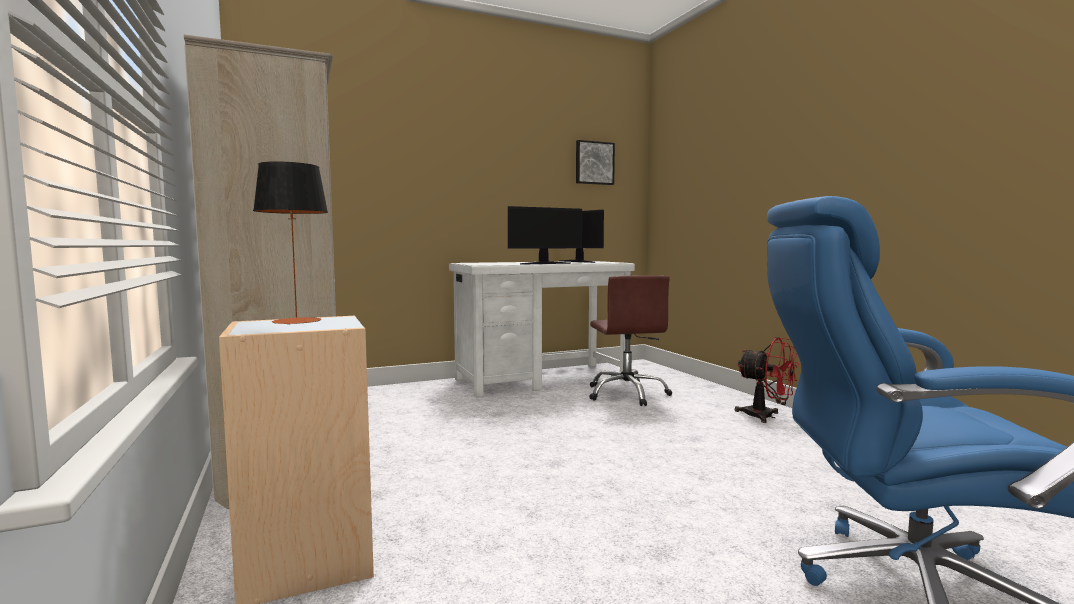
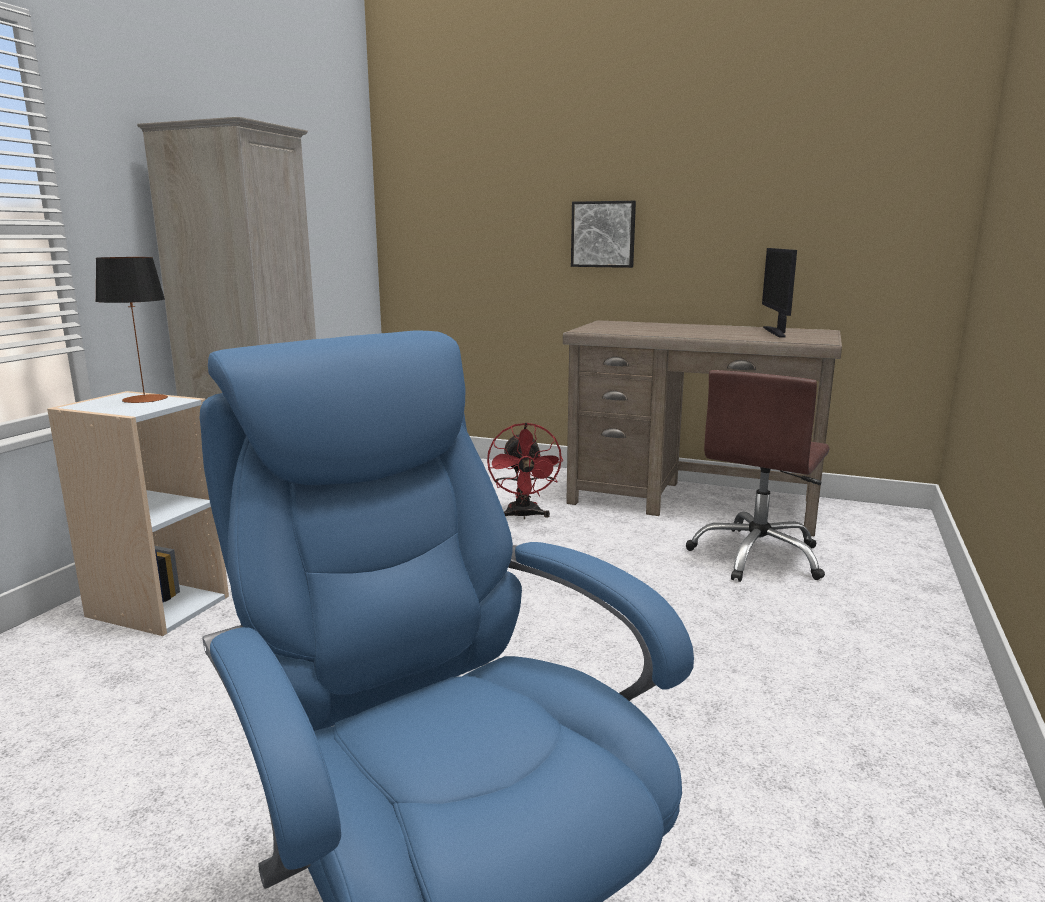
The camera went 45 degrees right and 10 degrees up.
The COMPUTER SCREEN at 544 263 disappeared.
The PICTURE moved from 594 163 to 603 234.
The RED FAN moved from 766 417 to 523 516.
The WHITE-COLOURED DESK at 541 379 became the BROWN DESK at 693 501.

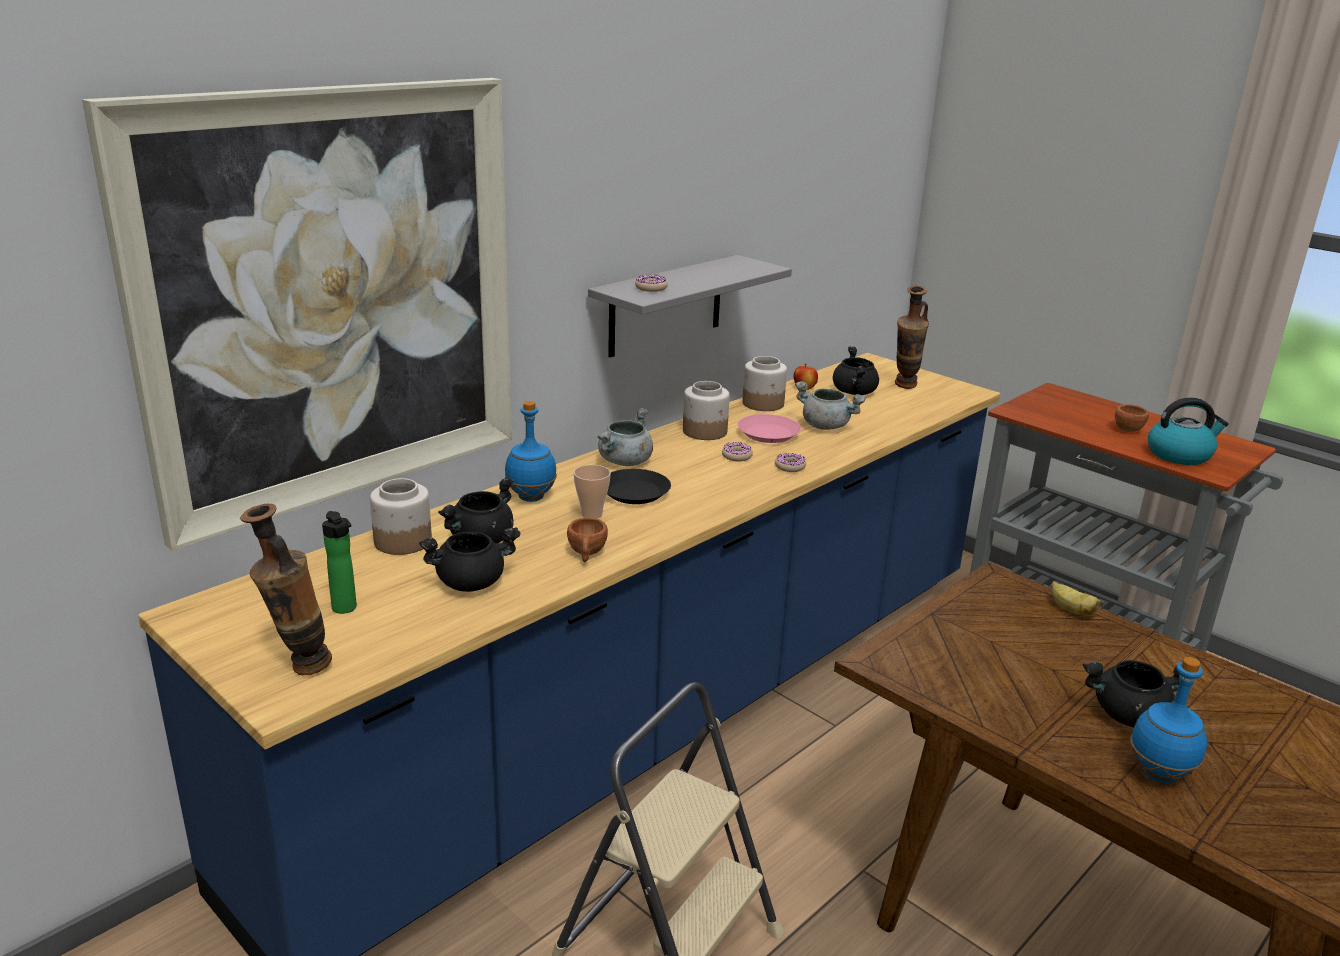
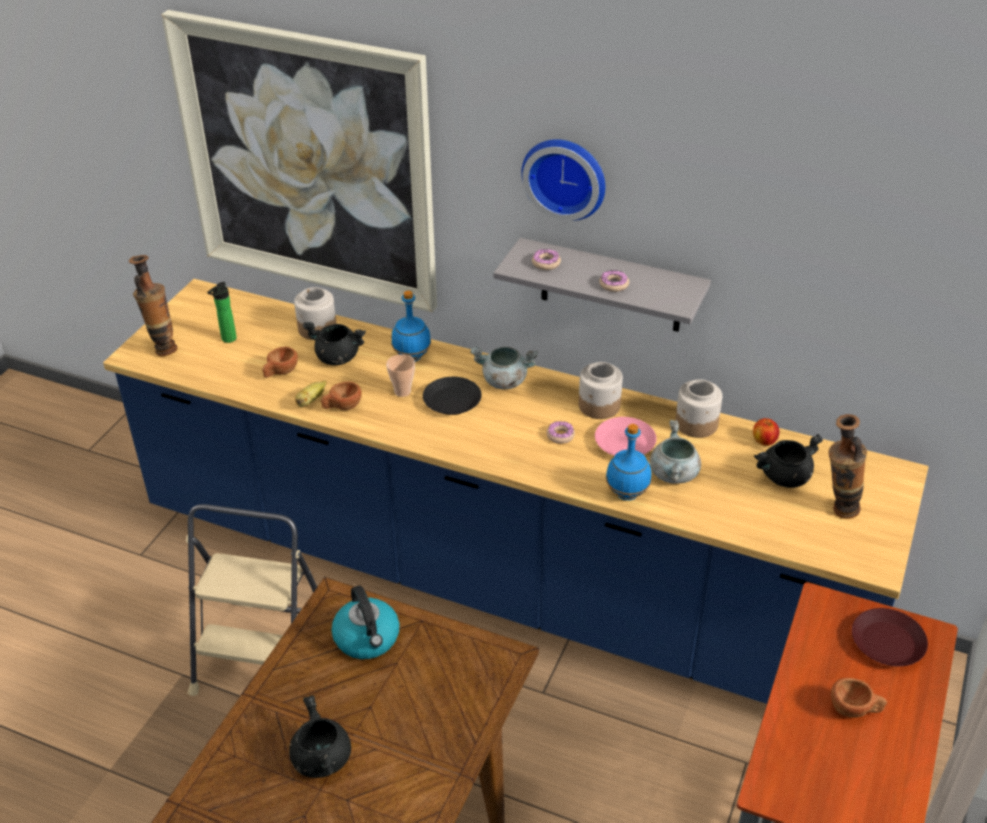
The camera went 70 degrees right and 15 degrees up.
The HANGING CLOCK at 566 176 appeared.
The BROWN DINNER PLATE at 887 642 appeared.
The DOUGHNUT moved from 790 467 to 614 285.
The WHOLE BANANA moved from 1070 610 to 311 401.
The BLUE-COLOURED BEVERAGE BOTTLE moved from 1158 773 to 627 493.
The WATER KETTLE moved from 1179 455 to 367 639.
The BLACKISH COOKING POT at 471 582 was replaced by the BROWN SMALL CUP at 280 372.

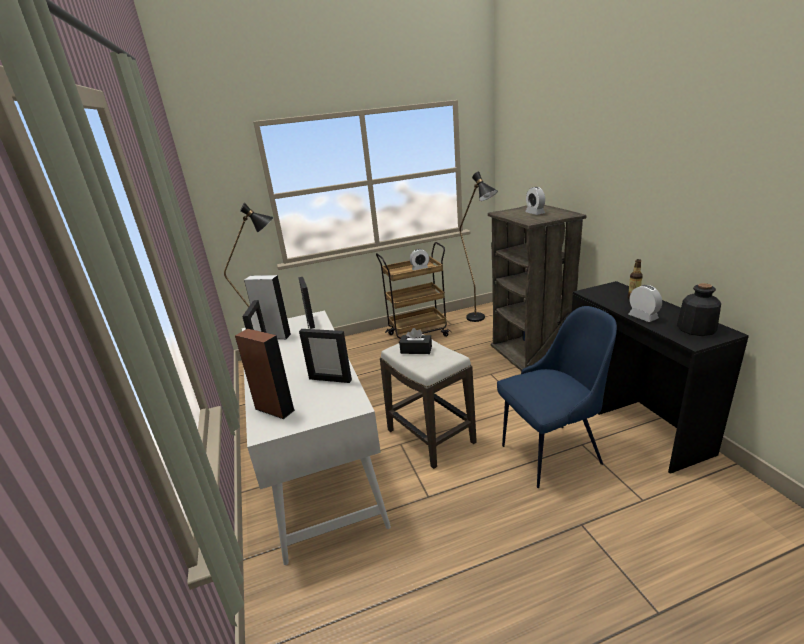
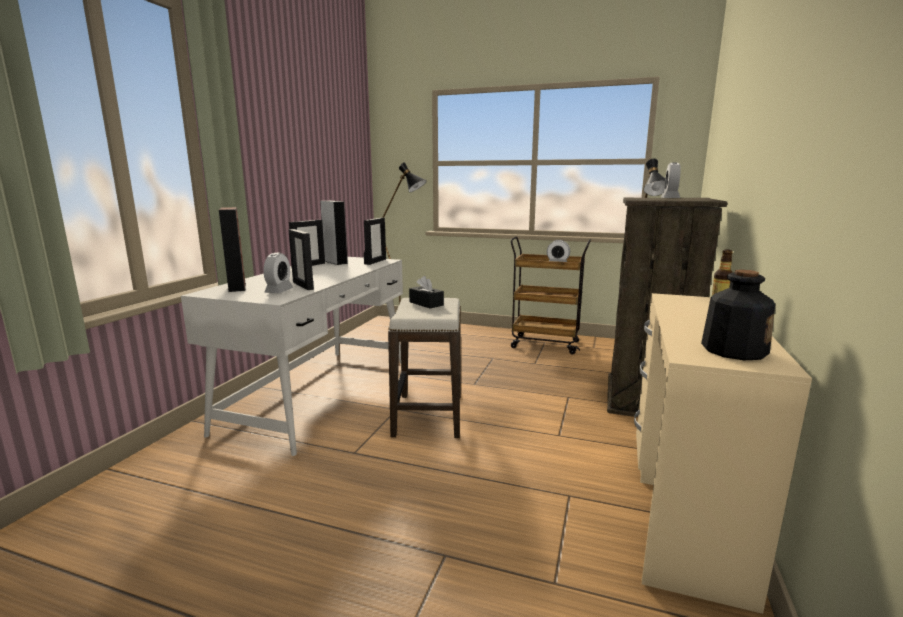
The camera went 35 degrees right and 10 degrees down.
The BLUE-COLOURED CHAIR at 551 454 disappeared.
The TABLE CLOCK moved from 643 317 to 279 291.
The BLACKISH DESK at 634 419 became the SAND-COLOURED DESK at 684 509.

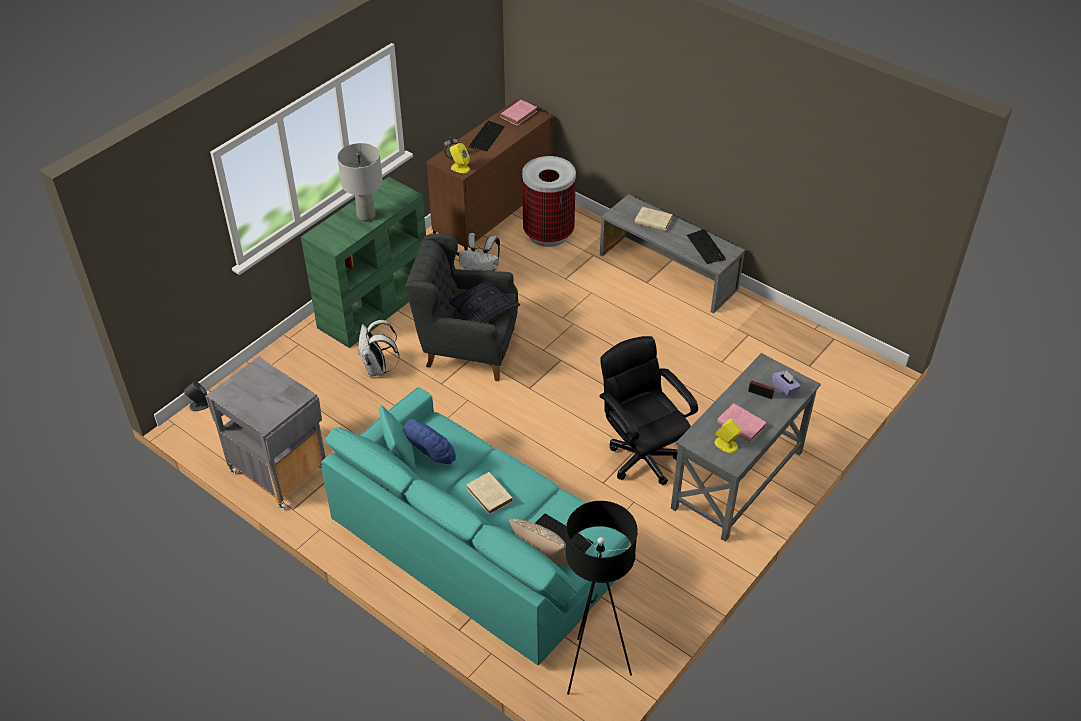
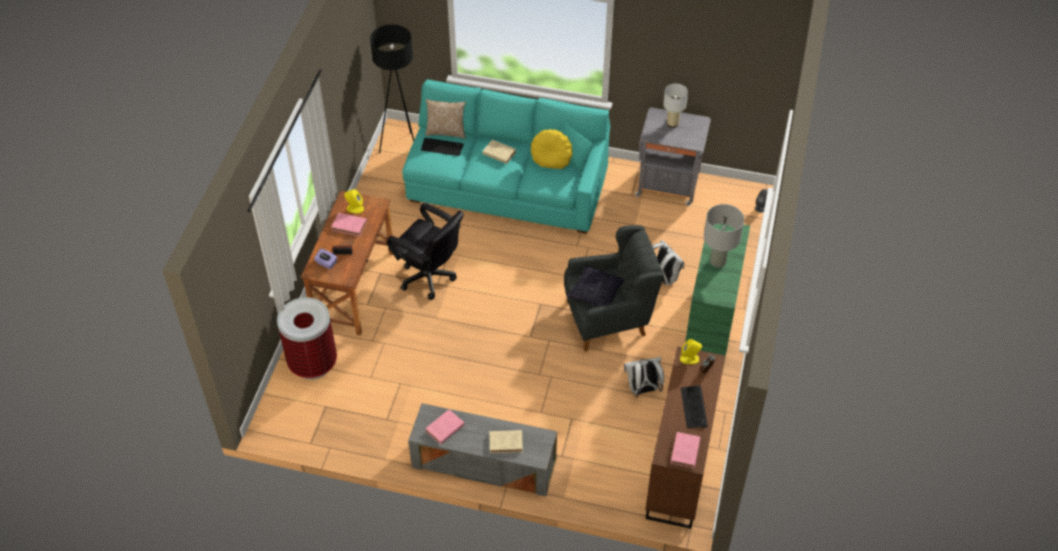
The camera went 155 degrees right and 5 degrees up.
The WHITE-COLOURED LAMP FOR A TABLE at 672 123 appeared.
The RUBBISH BIN moved from 548 233 to 312 363.
The KEYBOARD at 706 247 was replaced by the PINK BOUND BOOK at 444 429.
The BLUE-COLOURED THROW PILLOW at 430 459 became the YELLOW-COLOURED THROW PILLOW at 551 163.
The GREYISH DESK at 738 480 became the BROWN DESK at 354 288.

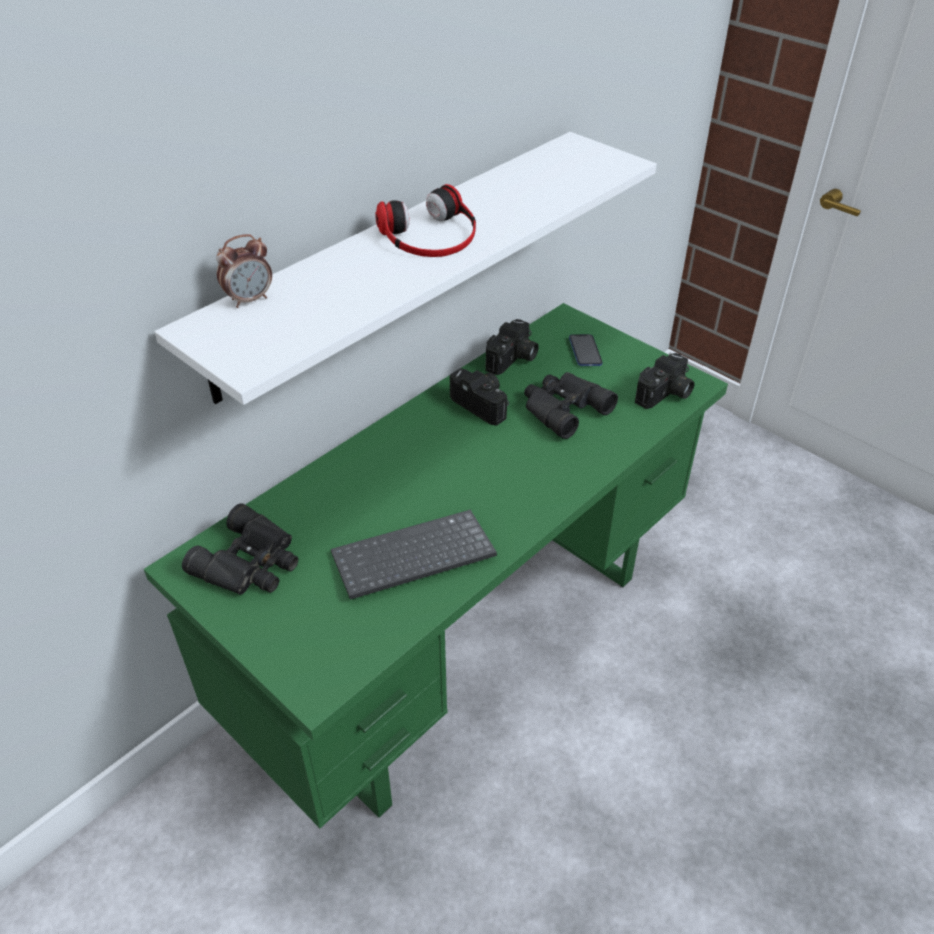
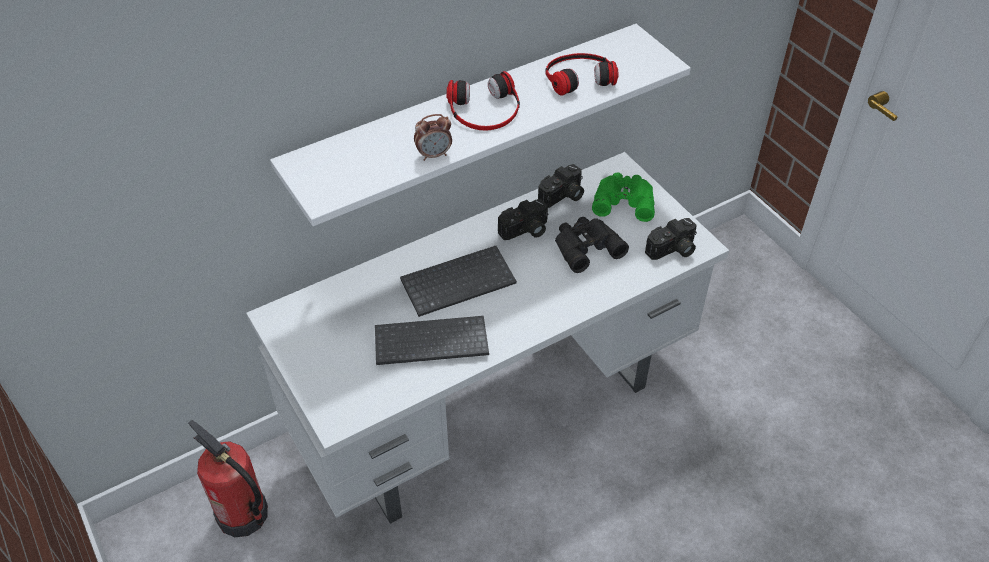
The camera went 15 degrees right and 5 degrees up.
The BLACKISH PAIR OF BINOCULARS at 251 563 disappeared.
The FIRE EXTINGUISHER at 243 515 appeared.
The KEYBOARD at 459 281 appeared.
The PAIR OF HEADPHONES at 578 76 appeared.
The TABLE CLOCK moved from 249 299 to 434 155.
The HANDSET at 585 351 was replaced by the GREEN PAIR OF BINOCULARS at 624 200.
The GREEN DESK at 466 642 became the WHITE-COLOURED DESK at 494 409.
The PHOTO CAMERA at 483 404 turned 90 degrees clockwise.

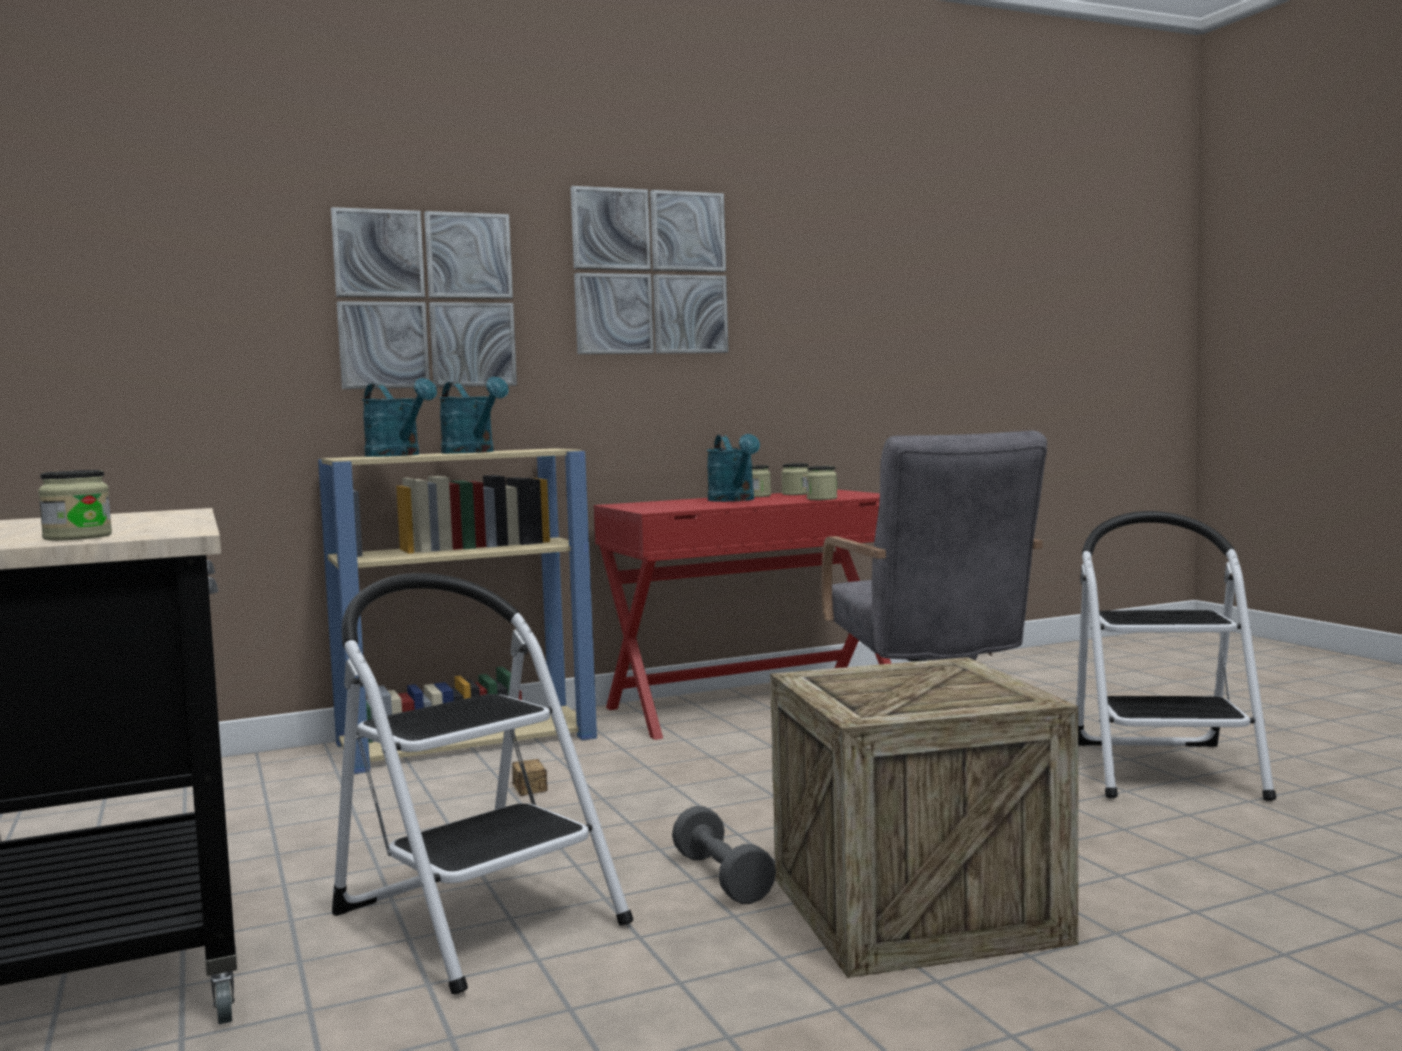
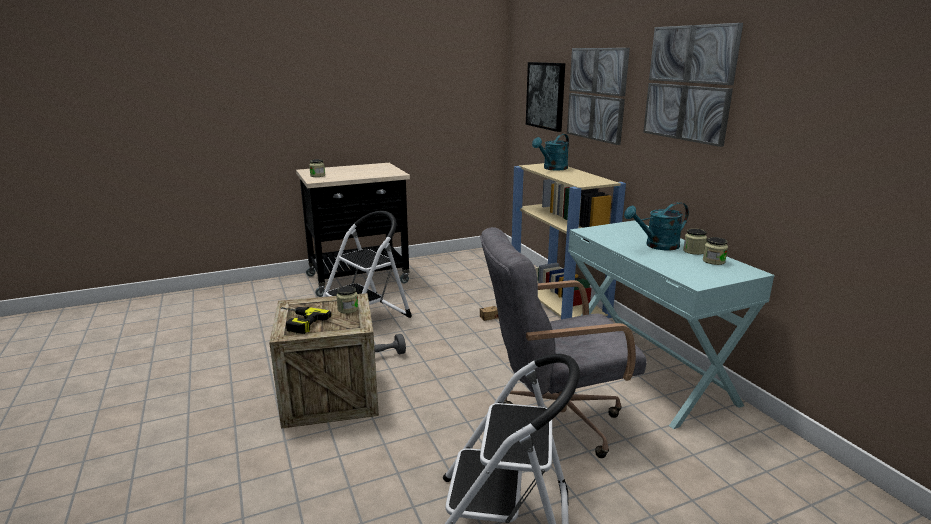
The camera went 90 degrees right and 15 degrees up.
The BLUE-GREEN WATERING CAN at 473 452 disappeared.
The POWER DRILL at 297 322 appeared.
The PICTURE at 546 95 appeared.
The JAR moved from 822 499 to 348 309.
The RED DESK at 754 704 became the BLUE-GREEN DESK at 645 370.

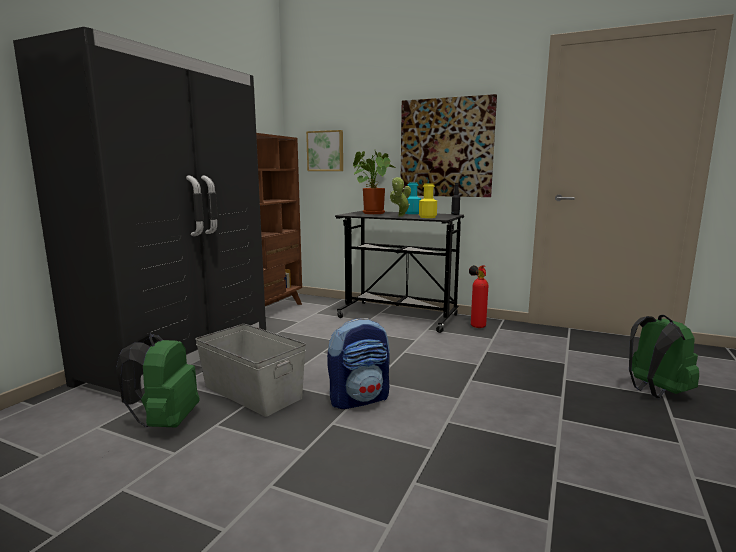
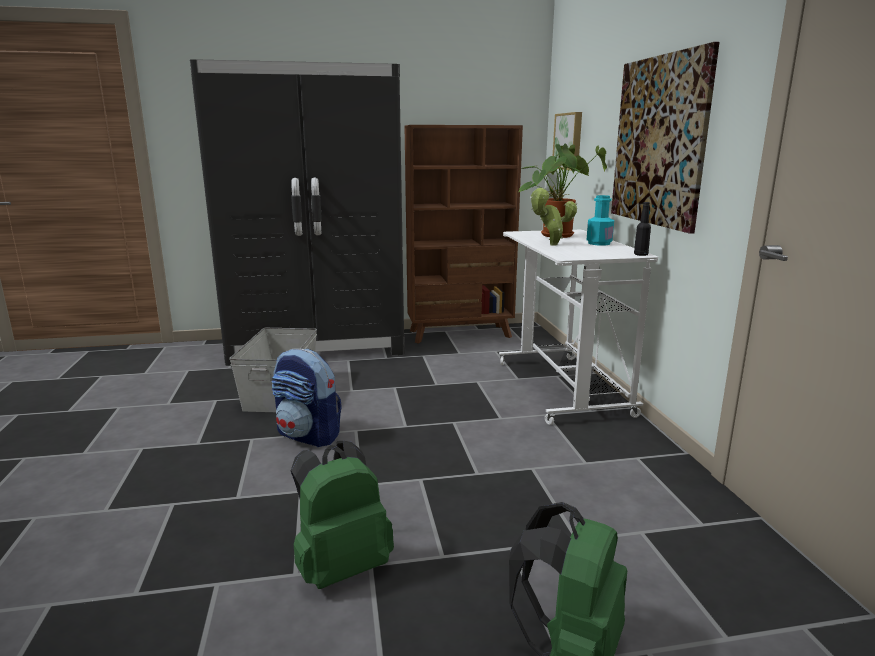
The camera went 55 degrees right and 5 degrees up.
The YELLOW-COLOURED BEVERAGE BOTTLE at 427 217 disappeared.
The FIRE EXTINGUISHER at 476 326 disappeared.
The GREEN BACKPACK moved from 166 422 to 341 566.
The BLACKISH DESK at 398 316 became the WHITE-COLOURED DESK at 562 388.

